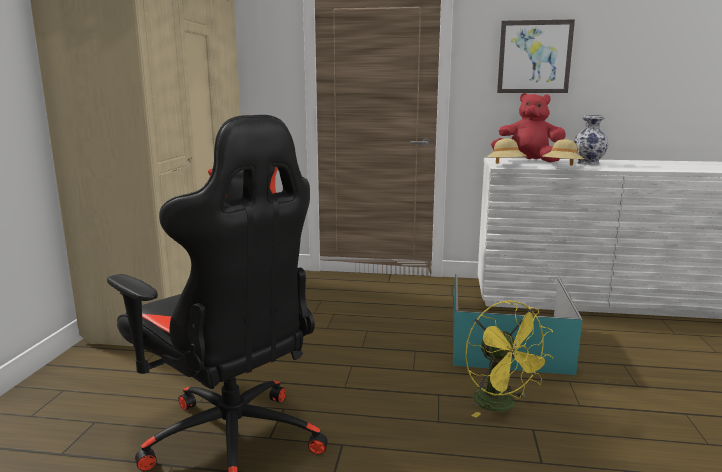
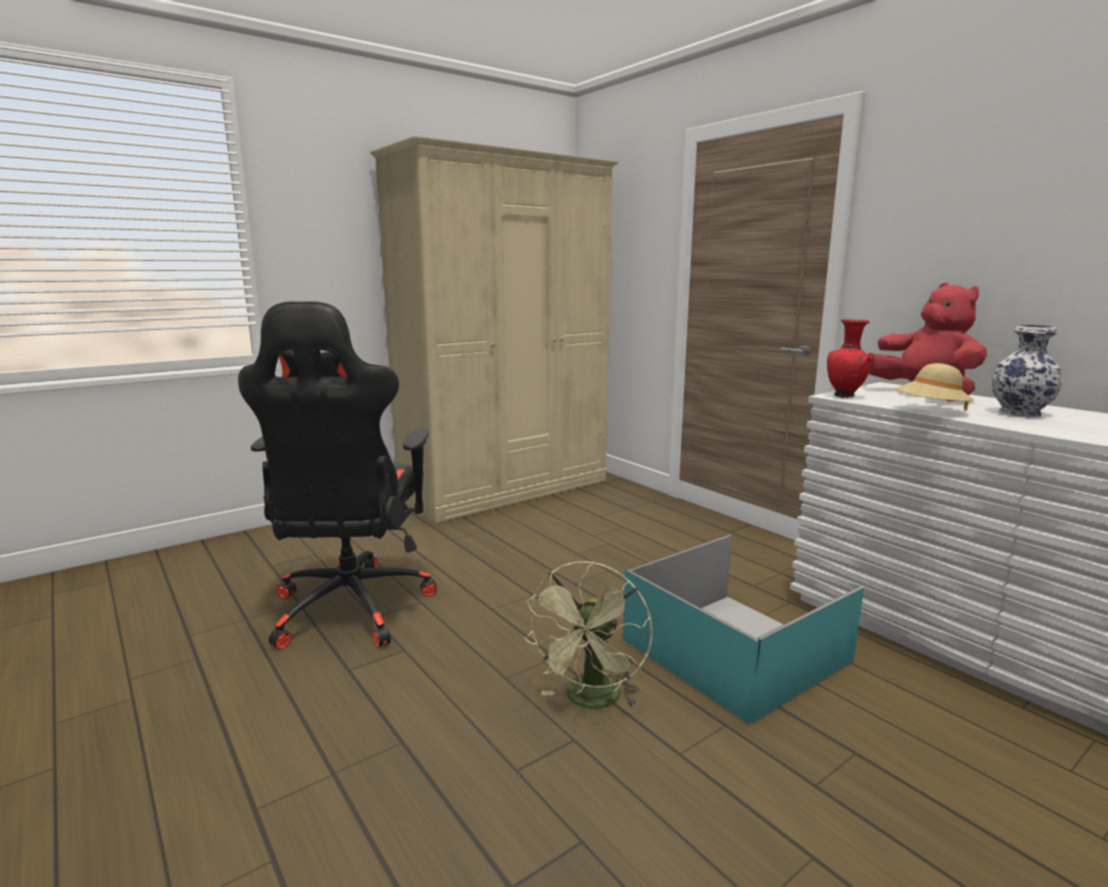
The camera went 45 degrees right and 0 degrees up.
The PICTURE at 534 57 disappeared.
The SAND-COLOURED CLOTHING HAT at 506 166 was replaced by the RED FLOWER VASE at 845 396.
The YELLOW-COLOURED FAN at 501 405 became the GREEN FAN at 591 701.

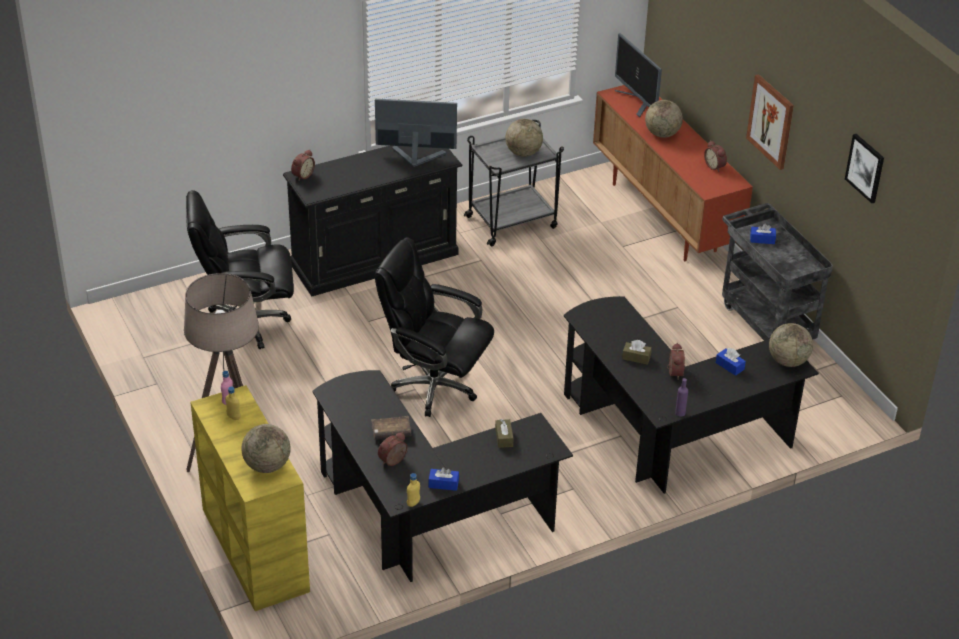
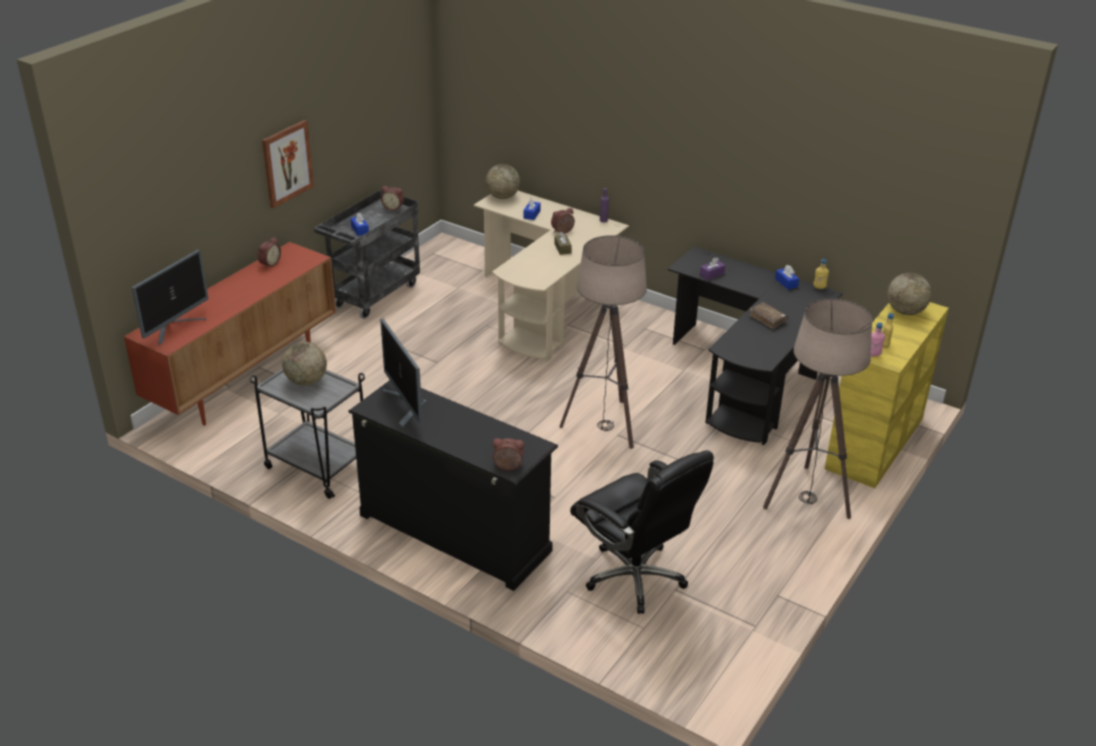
The camera went 120 degrees left and 5 degrees down.
The WORLD GLOBE at 662 134 disappeared.
The PICTURE at 865 168 disappeared.
The TABLE CLOCK moved from 394 461 to 393 207.
The BLACKISH COMPUTER CHAIR at 436 387 was replaced by the STANDARD LAMP at 604 425.
The BROWN TISSUE BOX at 504 437 became the PURPLISH TISSUE BOX at 712 274.
The BLACKISH DESK at 668 436 became the SAND-COLOURED DESK at 548 306.

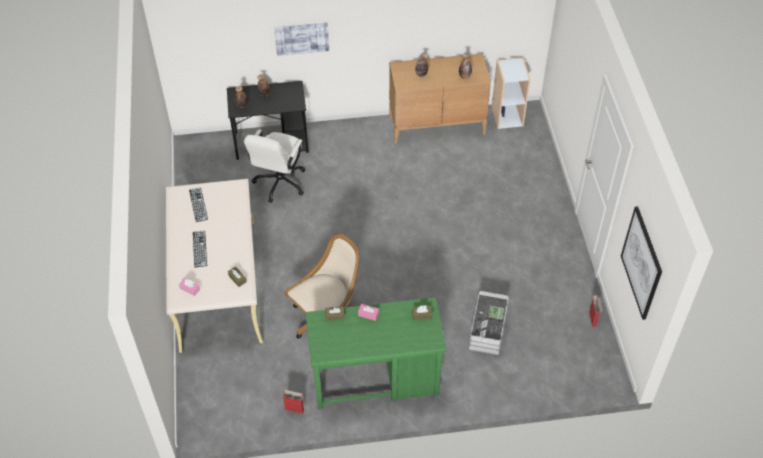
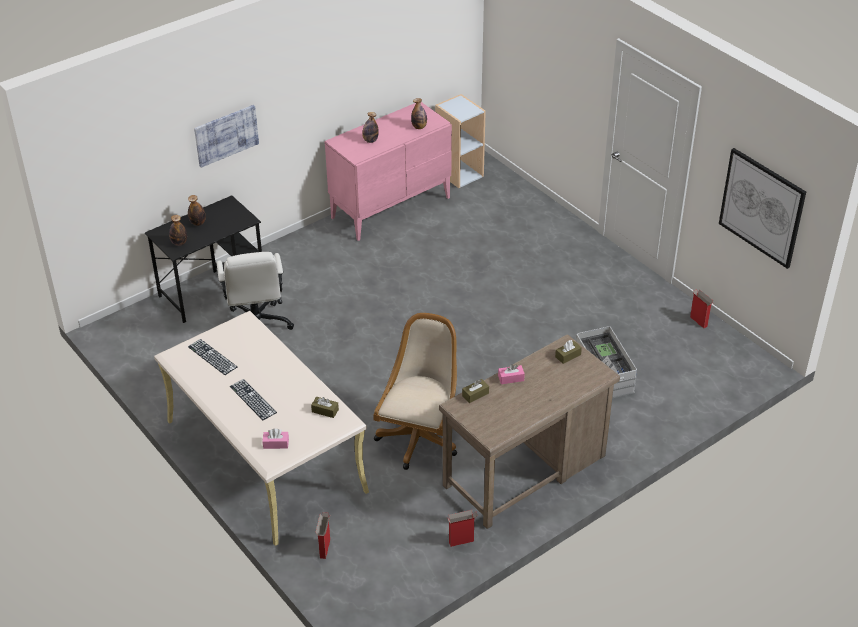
The camera went 30 degrees left and 10 degrees down.
The PACKING BOX at 325 549 appeared.
The GREEN DESK at 375 379 became the BROWN DESK at 525 471.
The BROWN CUPBOARD at 437 125 became the PINK CUPBOARD at 391 208.

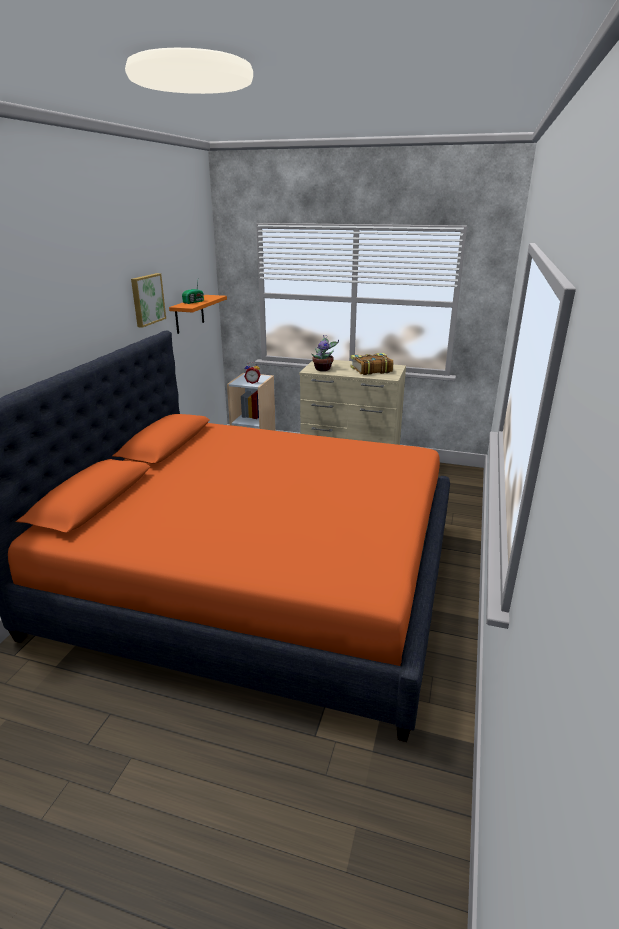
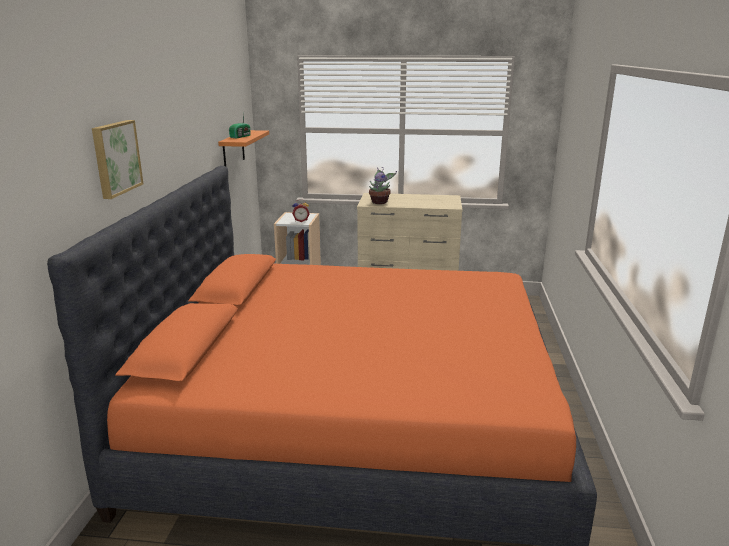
The camera went 10 degrees left and 5 degrees down.
The BOUND BOOK at 370 370 disappeared.
The PICTURE moved from 147 299 to 115 158.

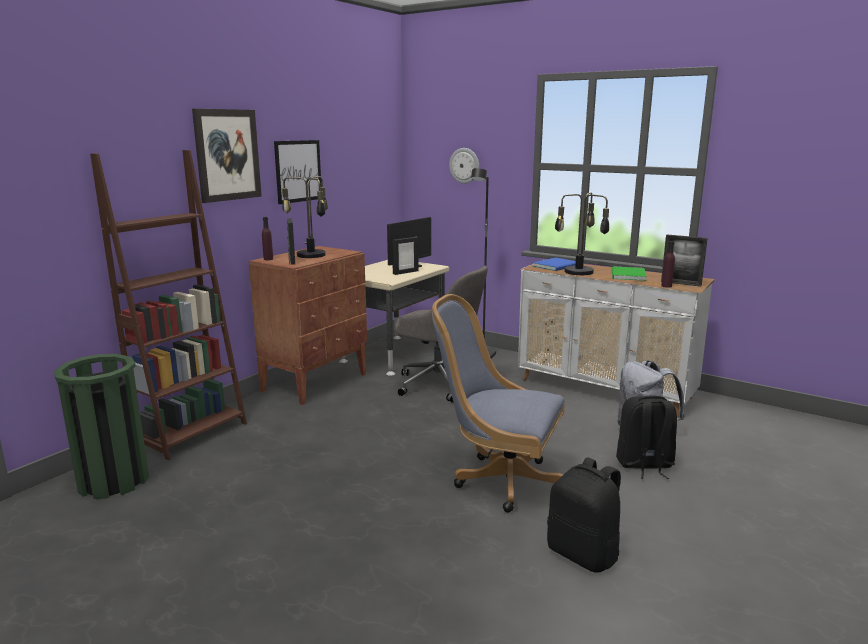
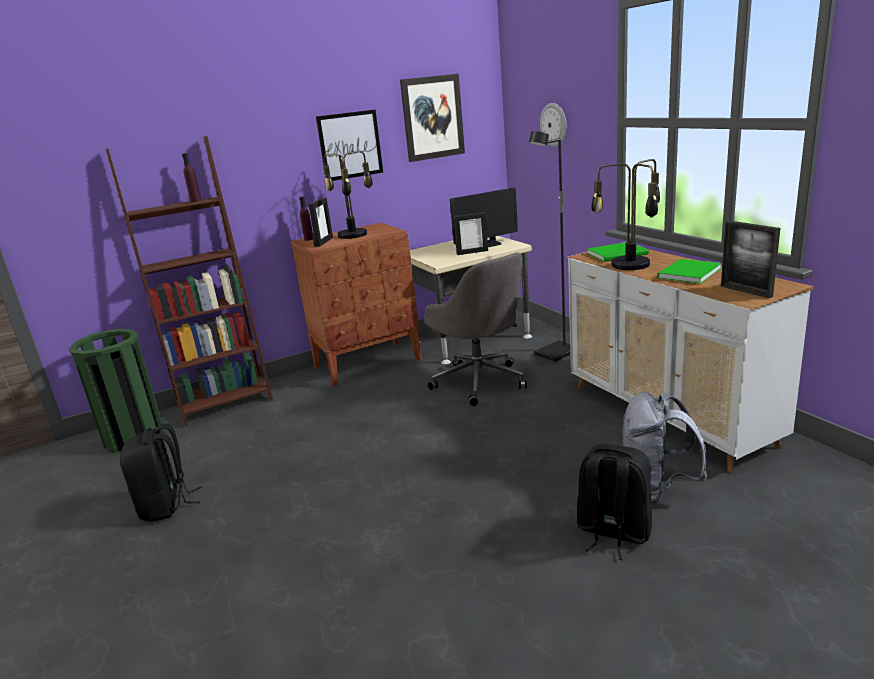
The camera went 30 degrees right and 5 degrees up.
The BLUE-COLOURED COMPUTER CHAIR at 498 480 disappeared.
The PICTURE moved from 227 155 to 432 117.
The BLACKISH BACKPACK moved from 583 554 to 166 505.
The PURPLISH BEVERAGE BOTTLE moved from 666 286 to 195 201.
The BLUE-COLOURED BOUND BOOK at 557 266 became the GREEN BOUND BOOK at 619 253.

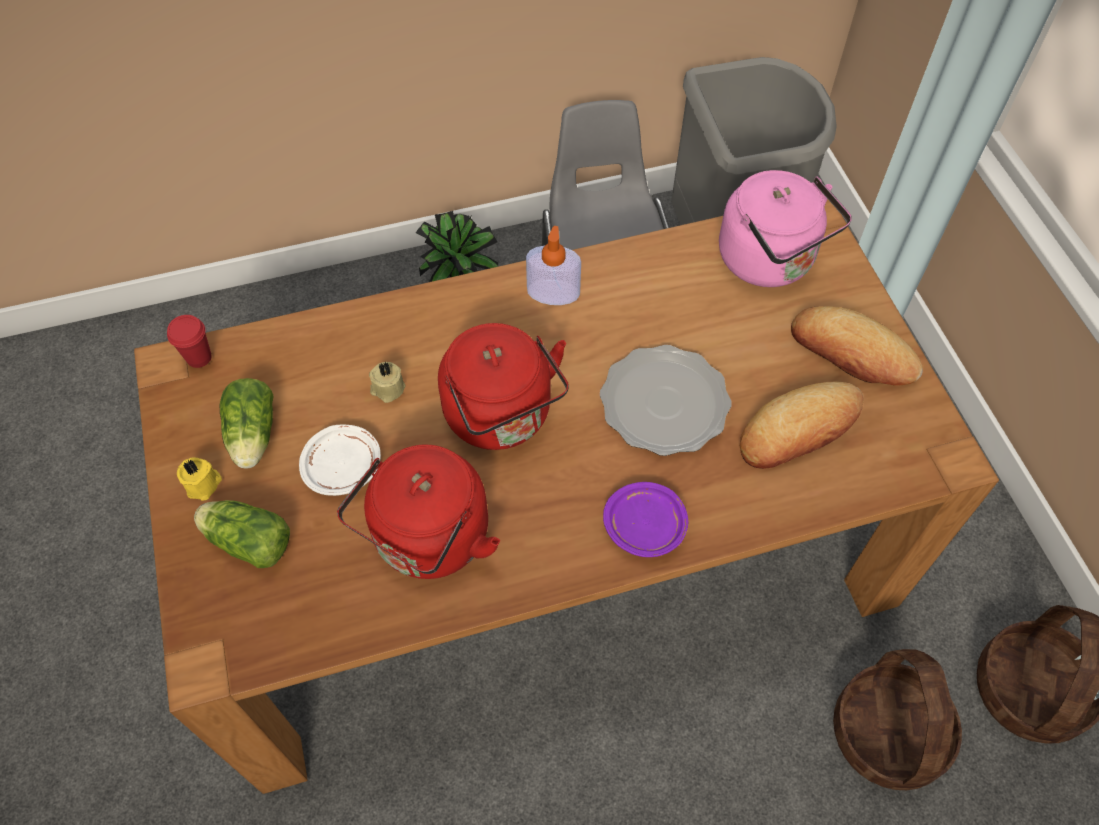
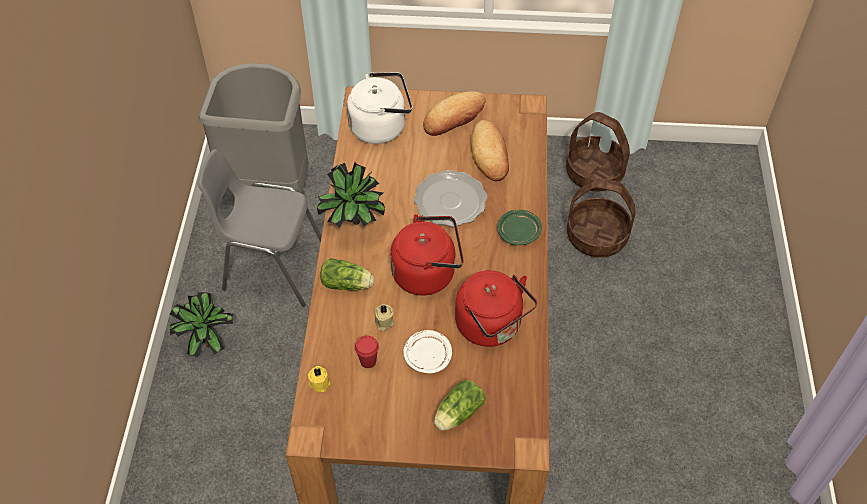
The camera went 70 degrees left and 5 degrees down.
The RED SMALL CUP moved from 199 357 to 368 361.
The YELLOW-COLOURED WAX LIGHT moved from 204 485 to 319 382.
The LETTUCE moved from 252 437 to 348 284.
The SOAP DISPENSER at 553 292 was replaced by the POTTED PLANT at 353 226.
The PURPLISH DINNER PLATE at 645 526 became the GREEN DINNER PLATE at 519 232.
The PINK WATER KETTLE at 770 262 became the WHITE-COLOURED WATER KETTLE at 381 126.

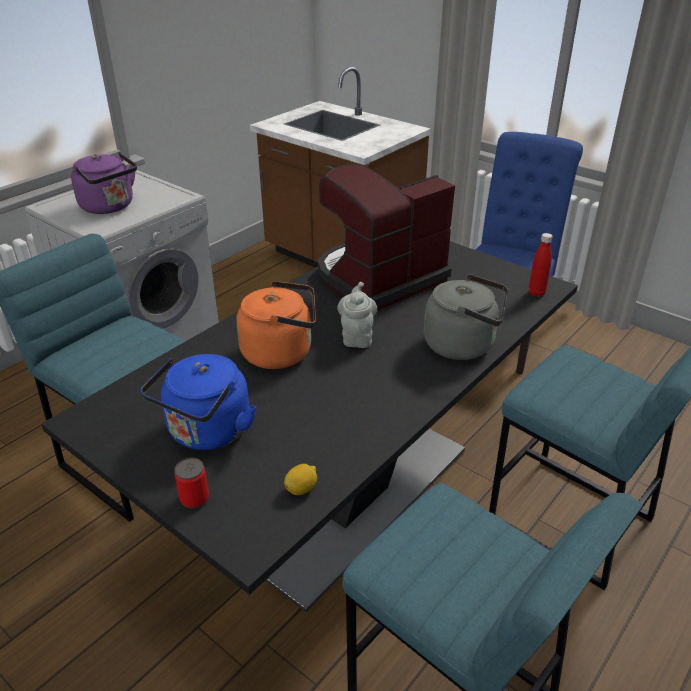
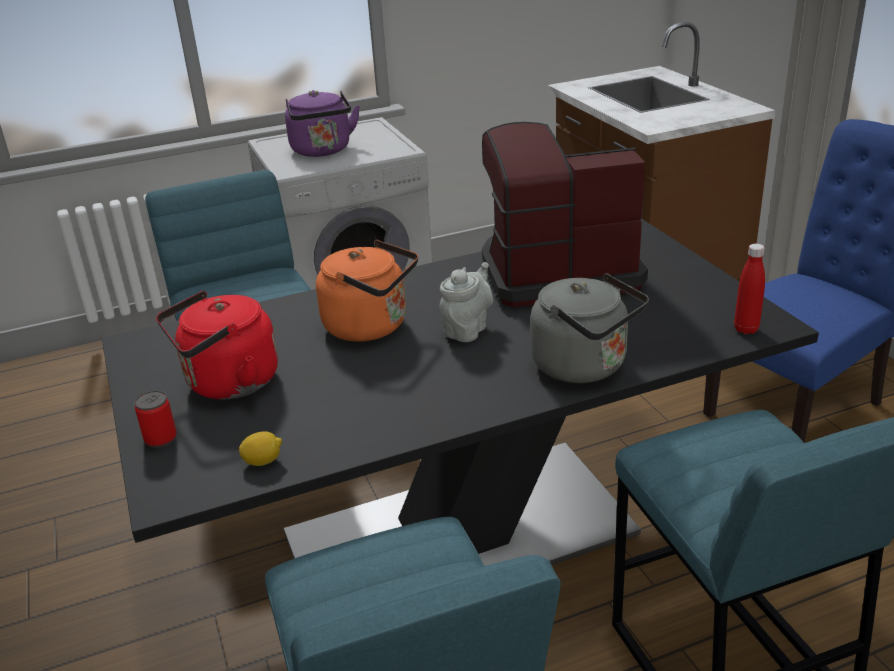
The camera went 30 degrees right and 5 degrees down.
The BLUE-COLOURED WATER KETTLE at 207 433 became the RED WATER KETTLE at 227 384.

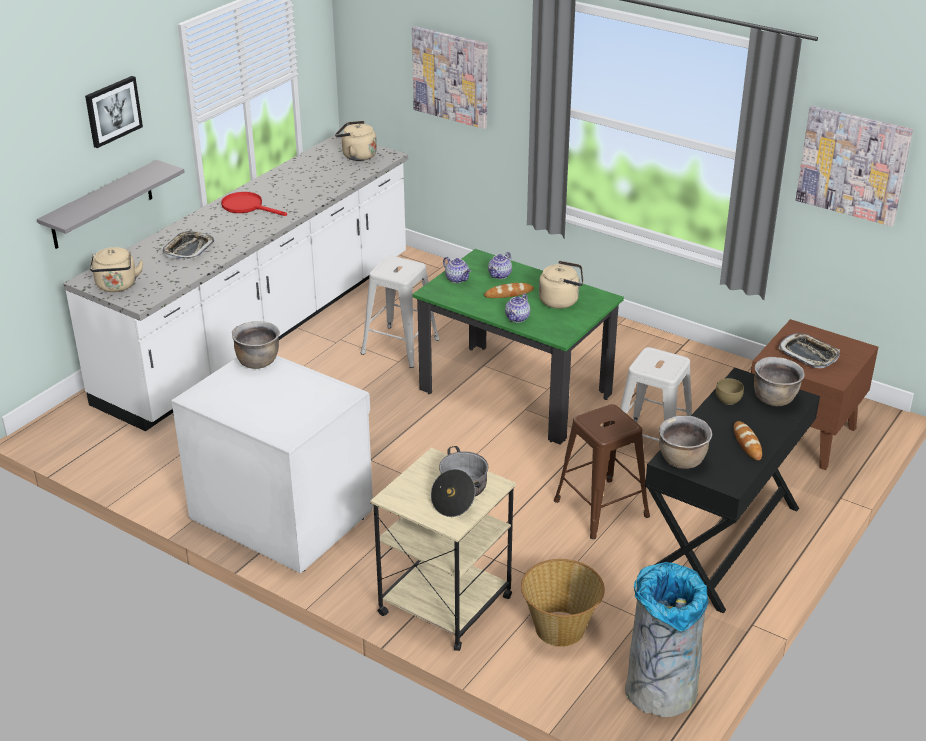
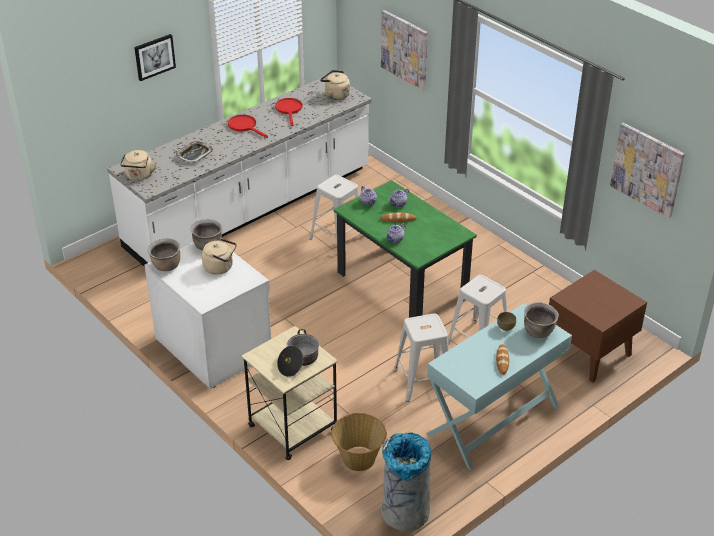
The camera went 15 degrees right and 5 degrees up.
The GREYISH WALL SHELF at 102 205 disappeared.
The SERVING TRAY at 808 354 disappeared.
The RED FRYING PAN at 289 110 appeared.
The SAND-COLOURED WATER KETTLE moved from 561 301 to 220 267.
The BROWN COOKING POT moved from 682 461 to 166 266.
The BROWN STOOL SEAT at 601 508 became the WHITE-COLOURED STOOL SEAT at 423 381.
The BLACKISH DESK at 721 542 became the BLUE-GREEN DESK at 493 420.

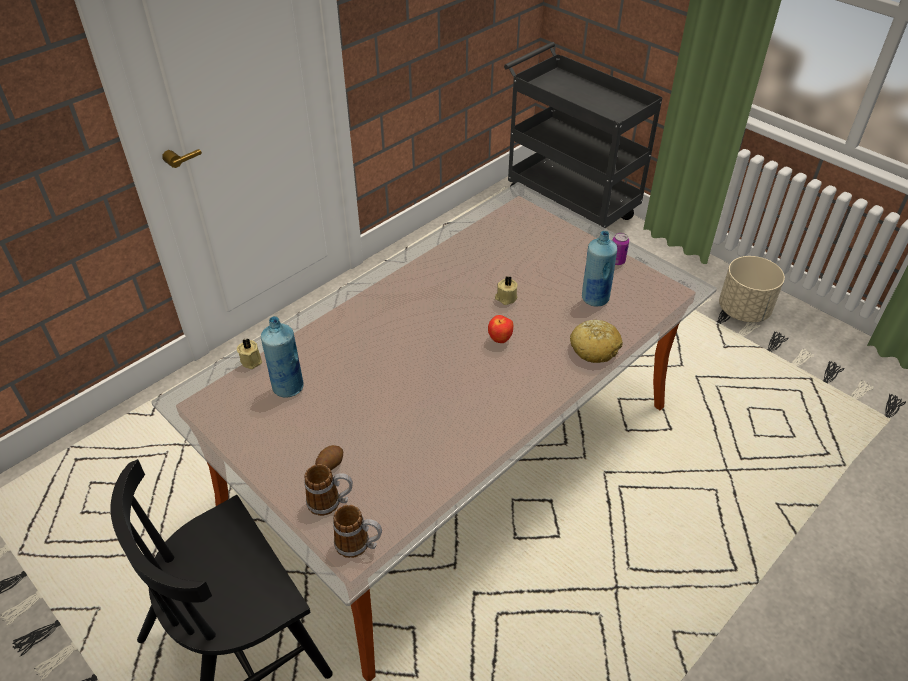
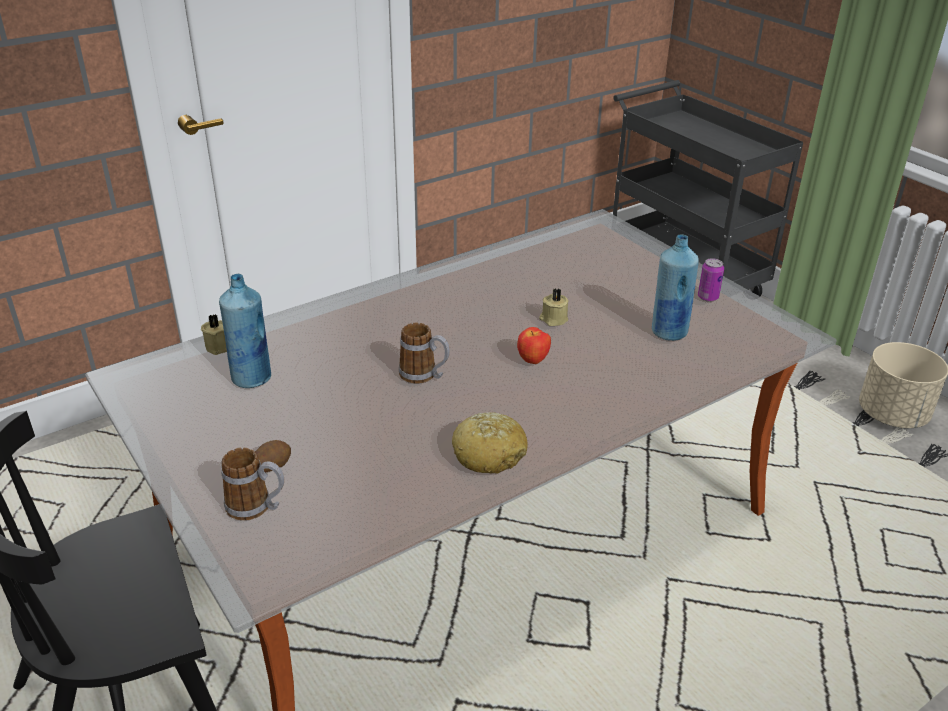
The camera went 10 degrees right and 10 degrees down.
The MUG moved from 359 545 to 424 375.
The BAKED BREAD moved from 594 348 to 489 454.

